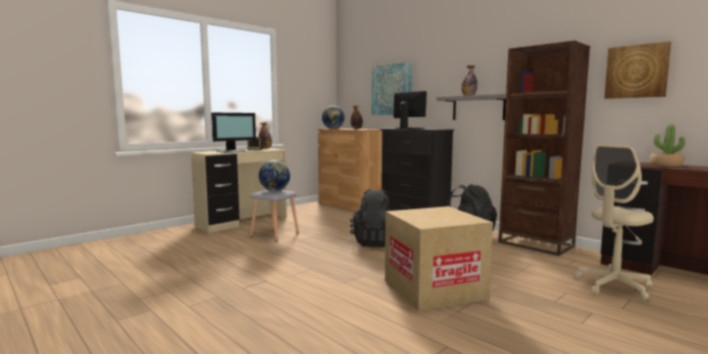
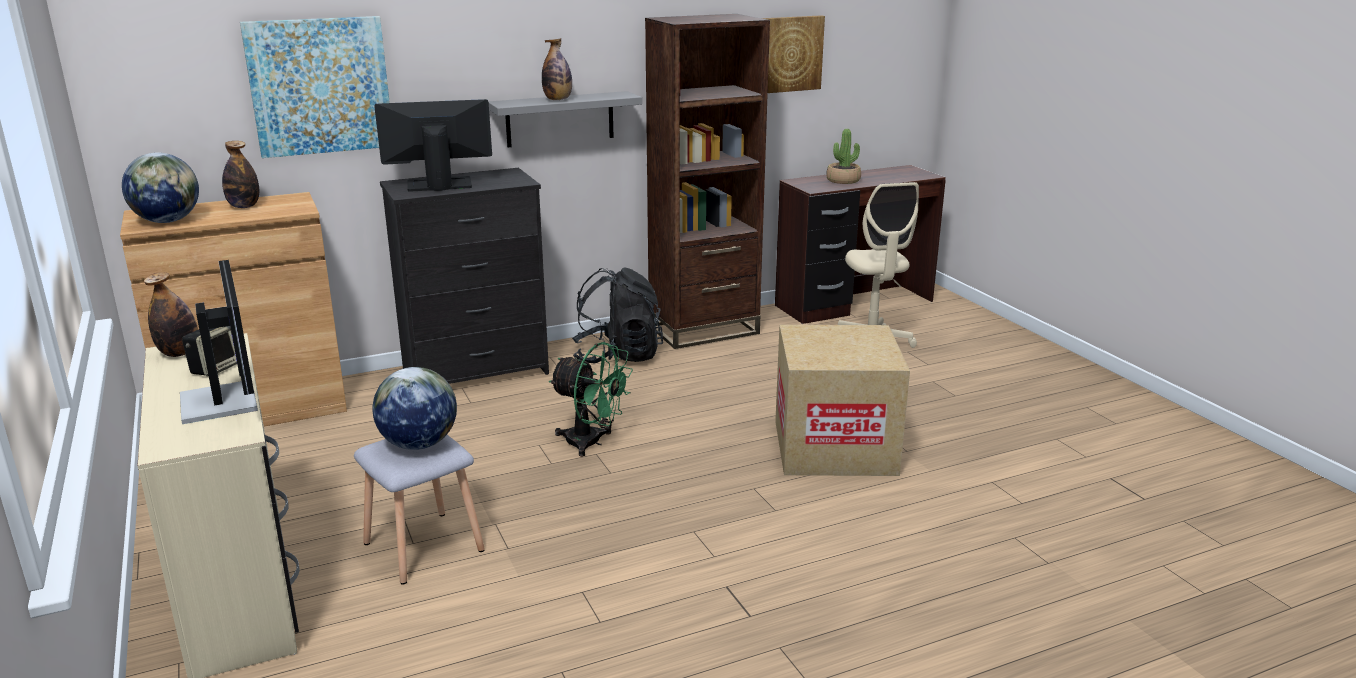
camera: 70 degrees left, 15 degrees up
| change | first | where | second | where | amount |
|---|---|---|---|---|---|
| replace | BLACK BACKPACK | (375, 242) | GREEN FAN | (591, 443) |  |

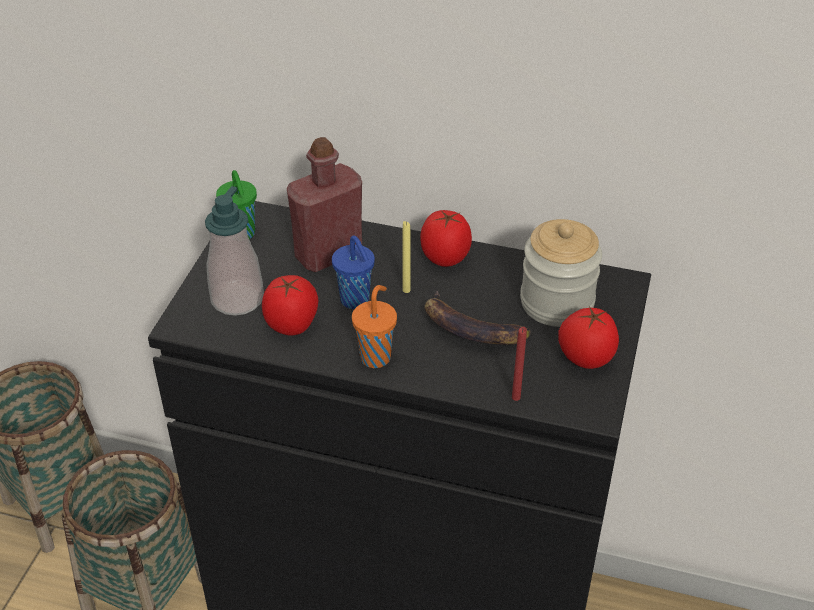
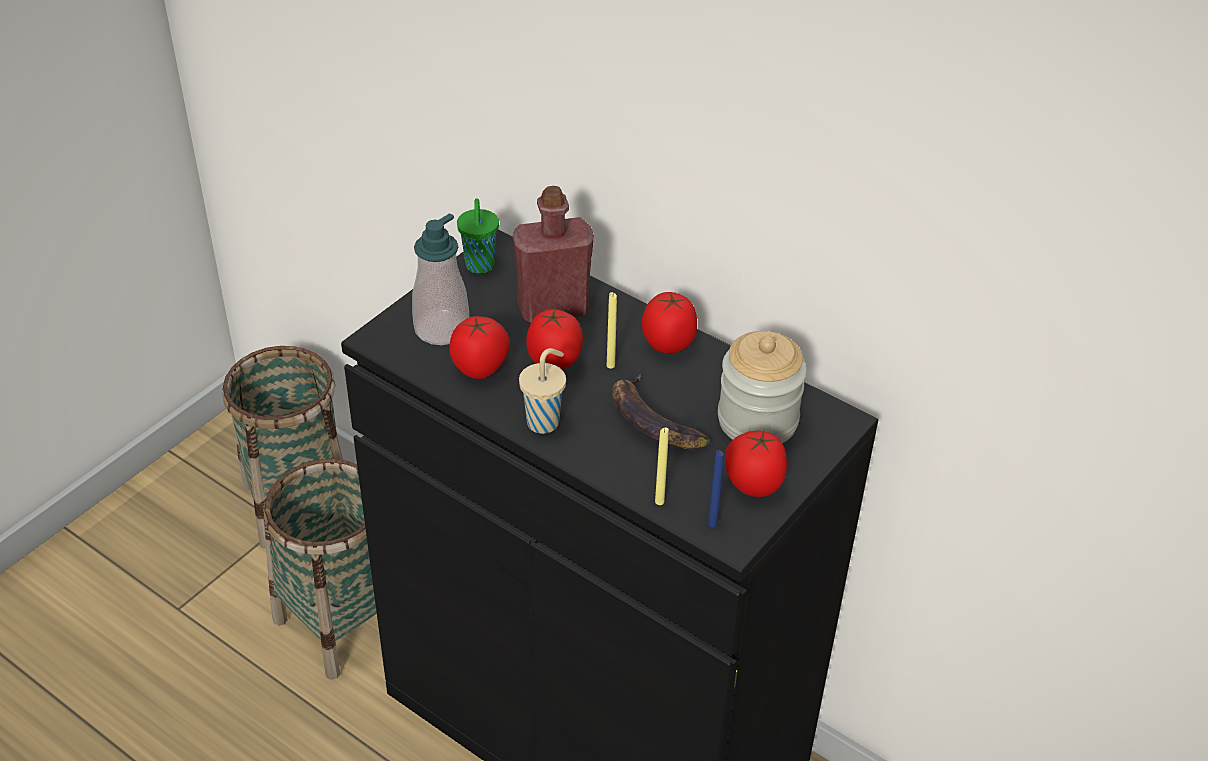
camera: 20 degrees right, 0 degrees up
| change | first | where | second | where | amount |
|---|---|---|---|---|---|
| recolor | ORANGE CUP | (376, 356) | BEIGE CUP | (544, 422) |  |
| replace | BLUE CUP | (356, 301) | TOMATO | (554, 362) |  |
| recolor | RED CANDLE | (516, 397) | YELLOW CANDLE | (659, 501) |  |
| insert |  |  | BLUE CANDLE | (712, 524) |  |

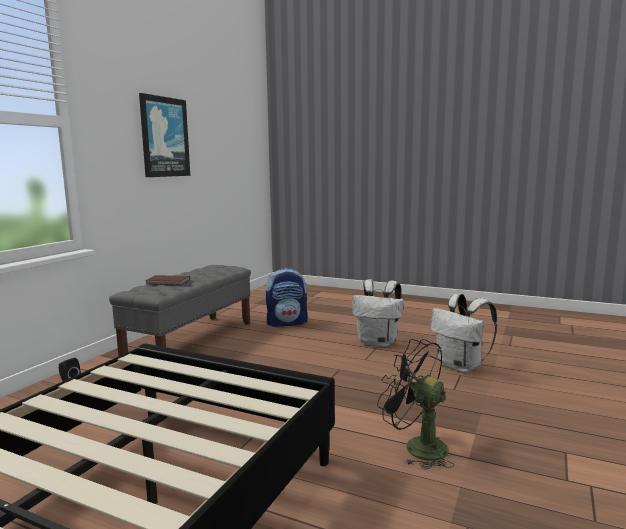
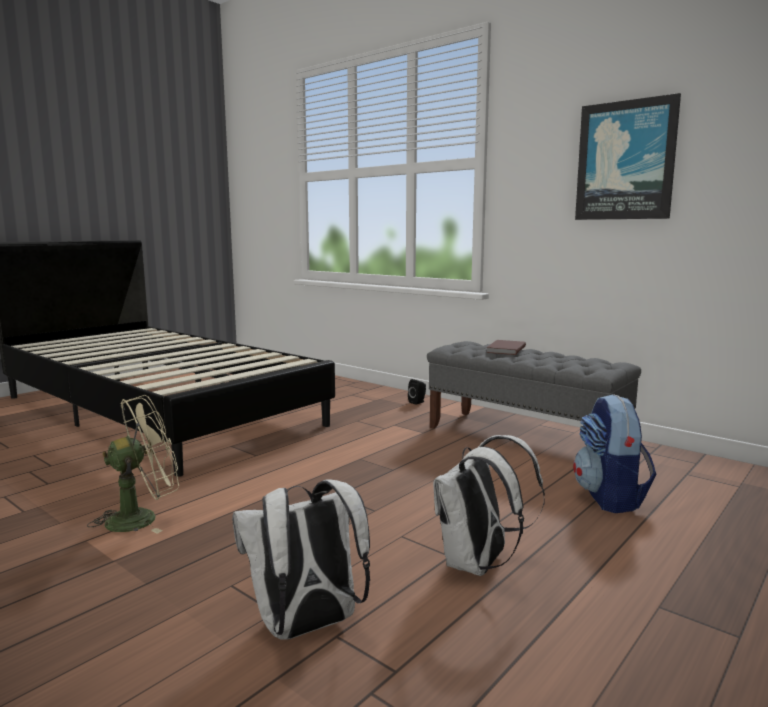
camera: 105 degrees right, 0 degrees up
| change | first | where | second | where | amount |
|---|---|---|---|---|---|
| recolor | BLACK FAN | (417, 446) | BEIGE FAN | (142, 518) |  |

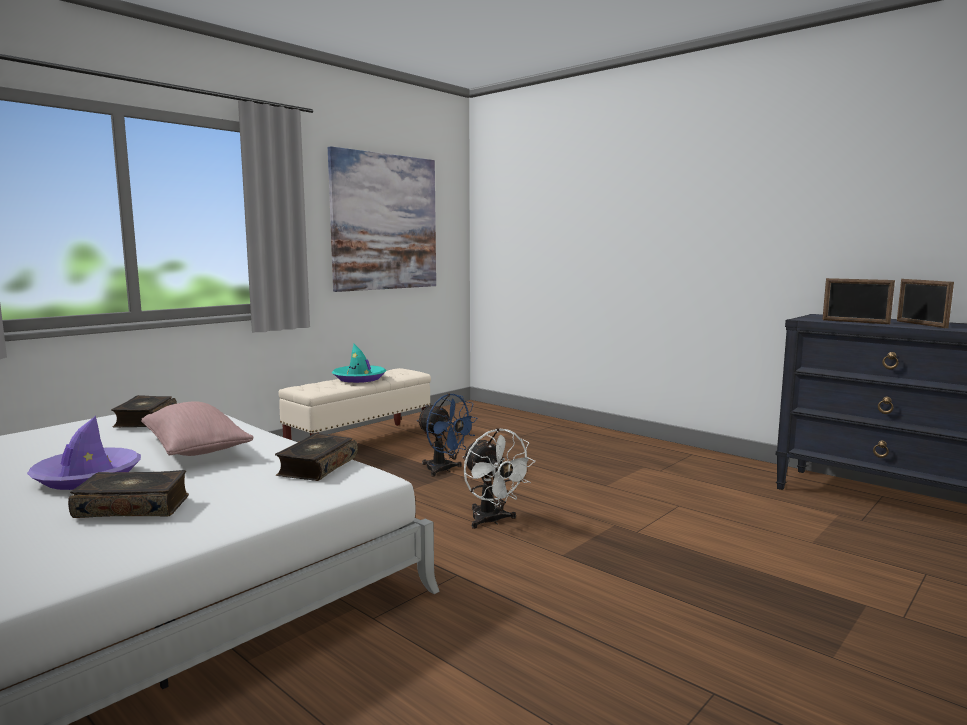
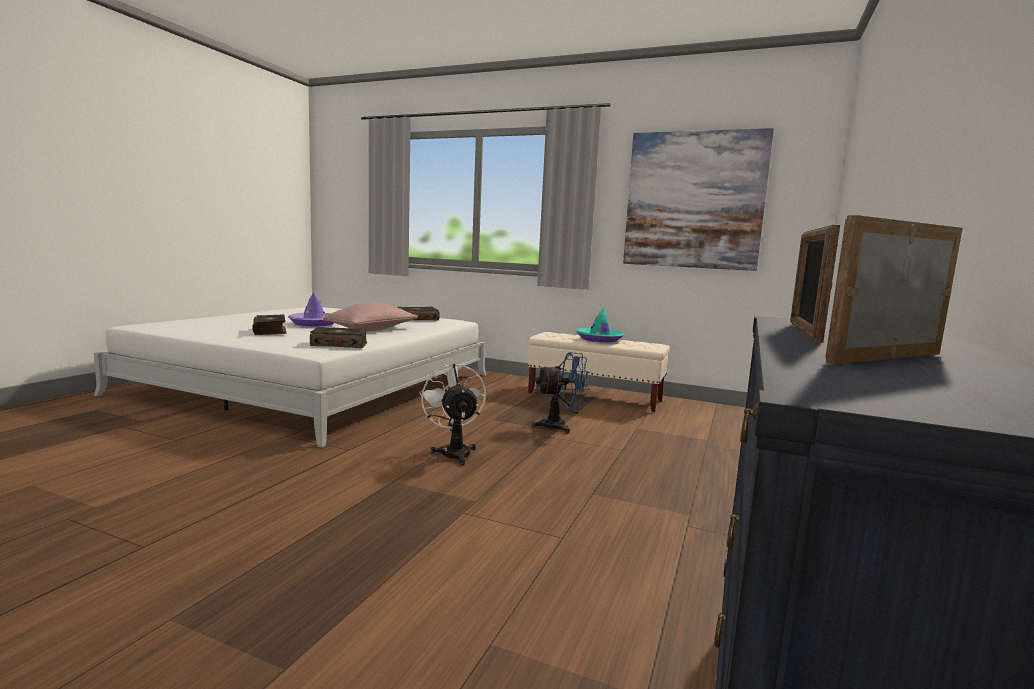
camera: 70 degrees right, 0 degrees up
| change | first | where | second | where | amount |
|---|---|---|---|---|---|
| rotate | WHITE FAN | (492, 521) |  | (454, 452) | 120 degrees clockwise |
| rotate | BLUE FAN | (444, 470) |  | (560, 426) | 120 degrees counterclockwise |

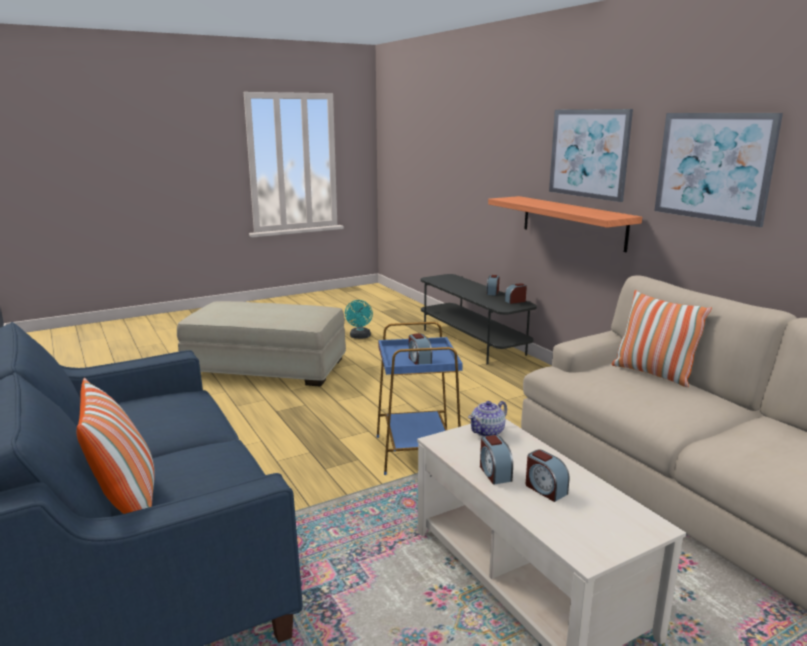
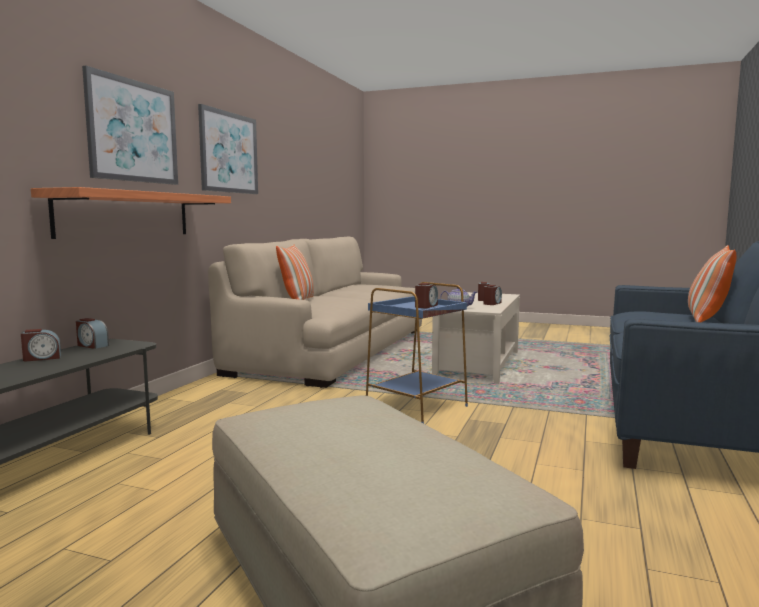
camera: 130 degrees left, 10 degrees down
| change | first | where | second | where | amount |
|---|---|---|---|---|---|
| delete | TURQUOISE FAN | (360, 337) |  |  |  |

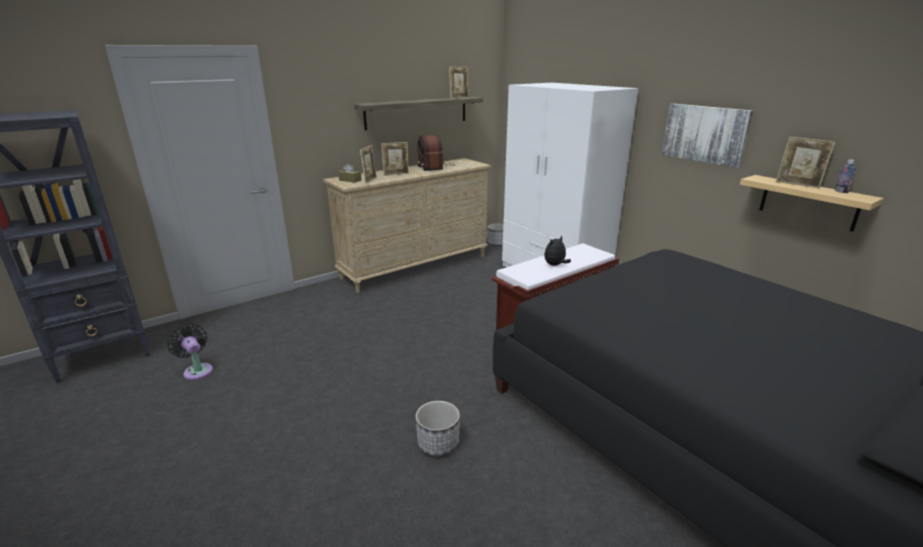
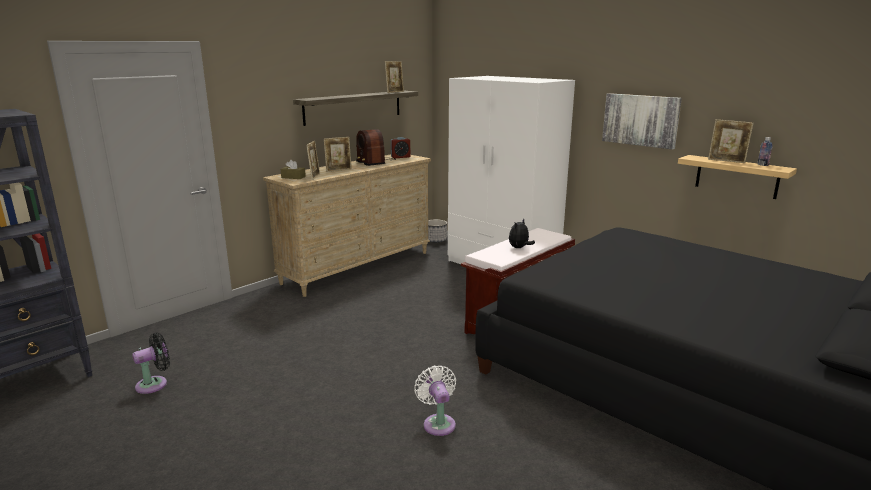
camera: 10 degrees left, 5 degrees down
| change | first | where | second | where | amount |
|---|---|---|---|---|---|
| rotate | BLACK FAN | (197, 370) |  | (155, 384) | 105 degrees clockwise |
| insert |  |  | ALARM CLOCK | (400, 157) |  |
| replace | PLANTER | (438, 443) | WHITE FAN | (438, 423) |  |

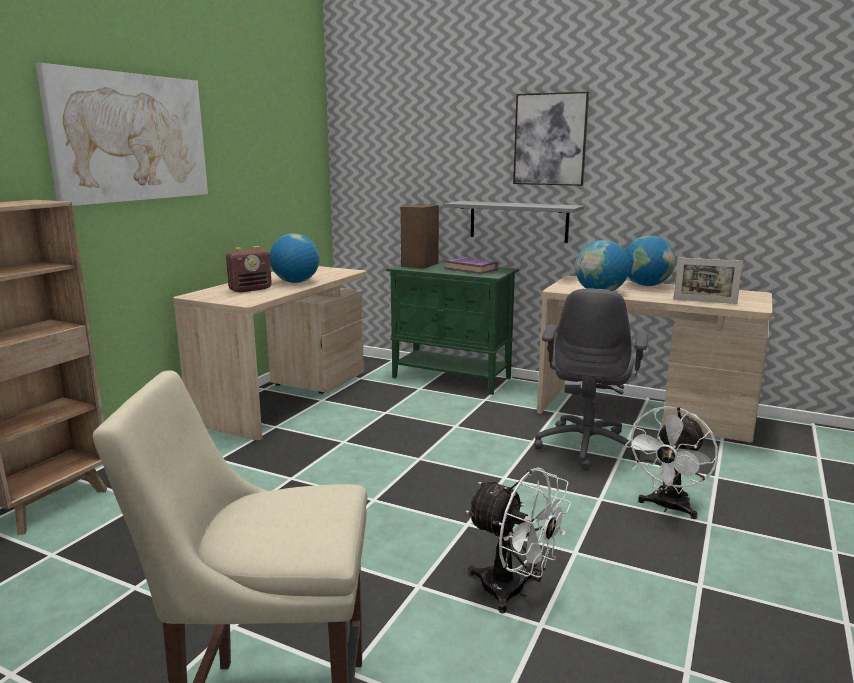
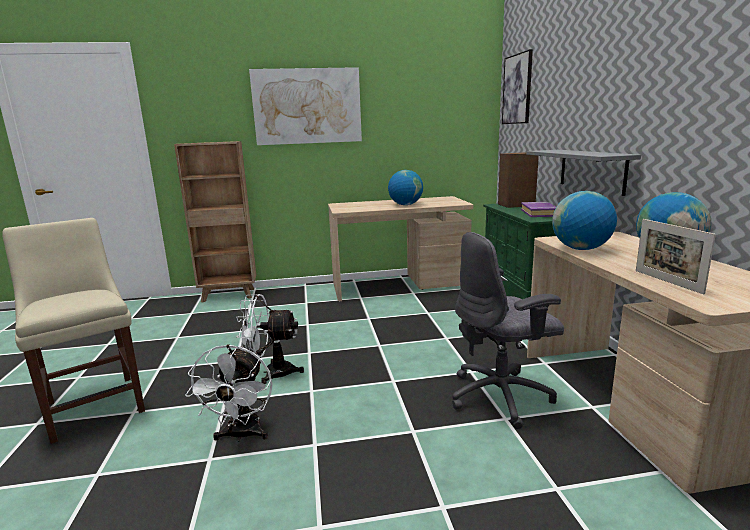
camera: 55 degrees right, 0 degrees up
| change | first | where | second | where | amount |
|---|---|---|---|---|---|
| move | WHITE FAN | (668, 507) |  | (271, 372) |  |
| move | PICTURE | (550, 139) |  | (517, 89) |  |
| delete | RADIO | (250, 289) |  |  |  |

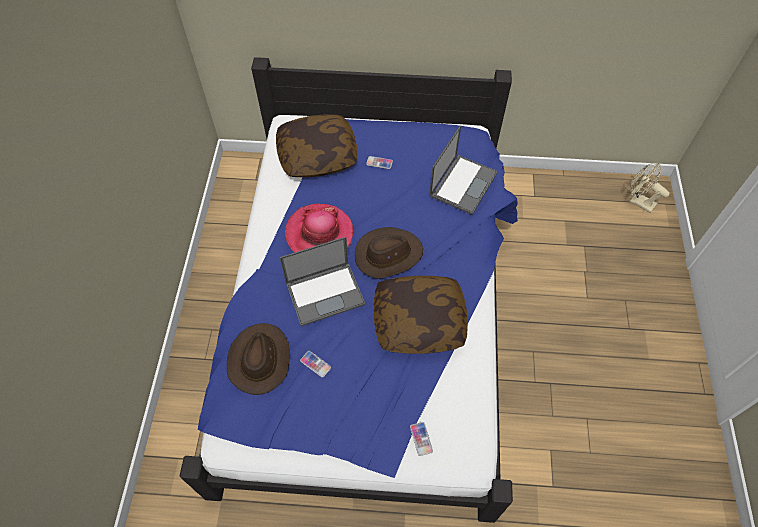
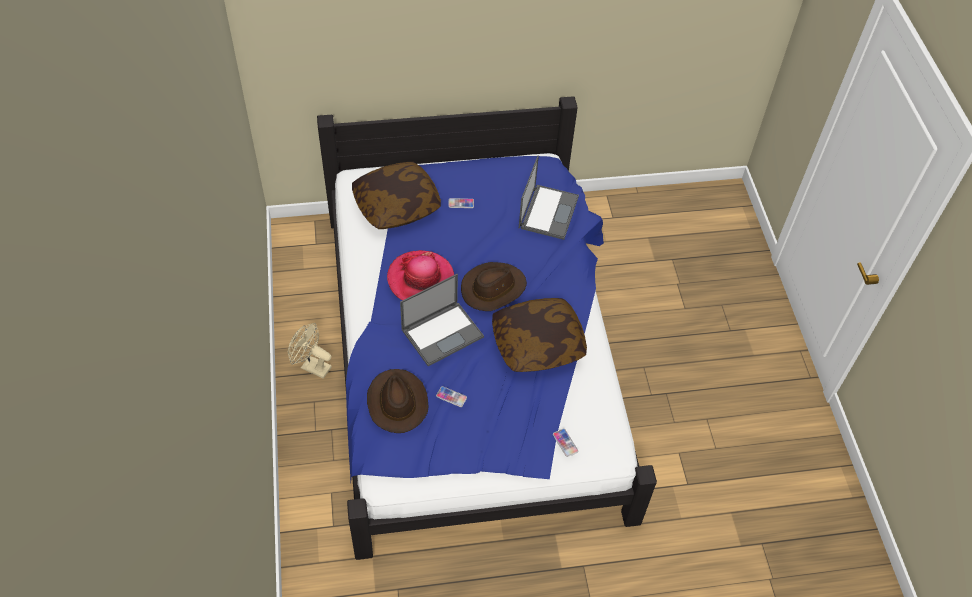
camera: 15 degrees left, 5 degrees down
| change | first | where | second | where | amount |
|---|---|---|---|---|---|
| move | BEIGE FAN | (638, 201) |  | (311, 366) |  |

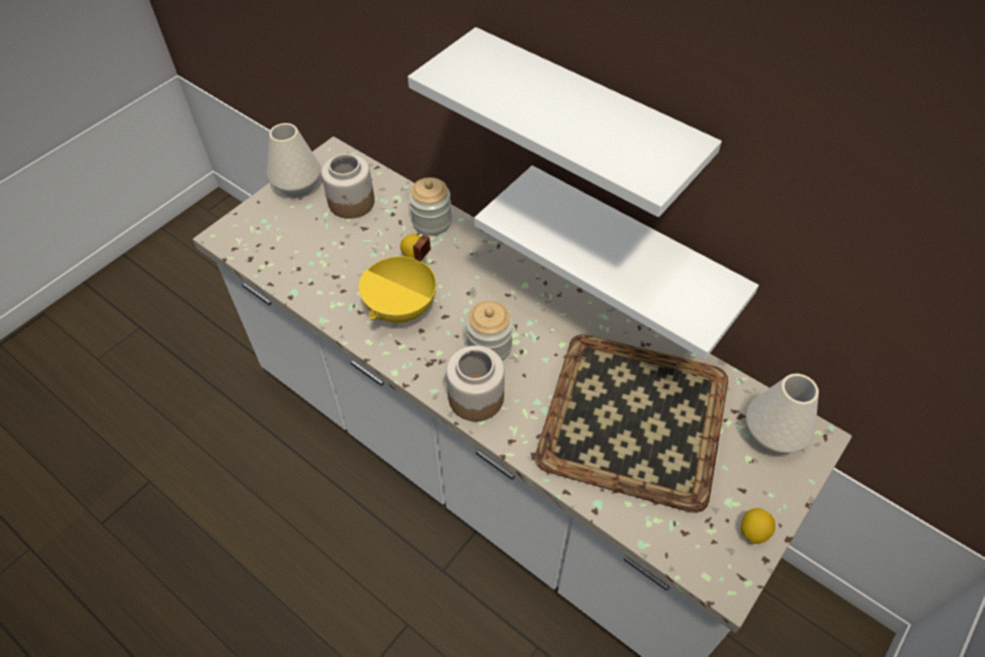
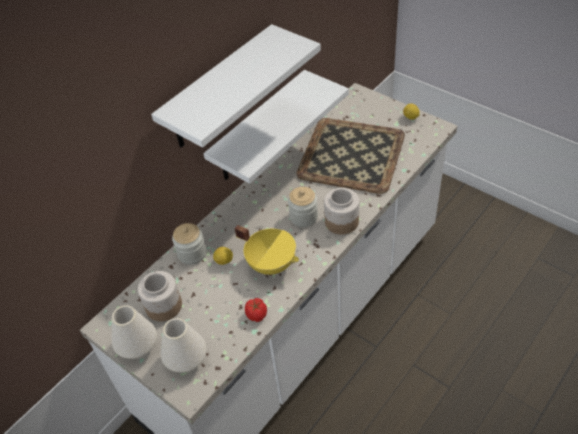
camera: 85 degrees left, 5 degrees down
| change | first | where | second | where | amount |
|---|---|---|---|---|---|
| move | WHITE VASE | (772, 434) |  | (186, 359) |  |
| insert |  |  | TOMATO | (257, 315) |  |

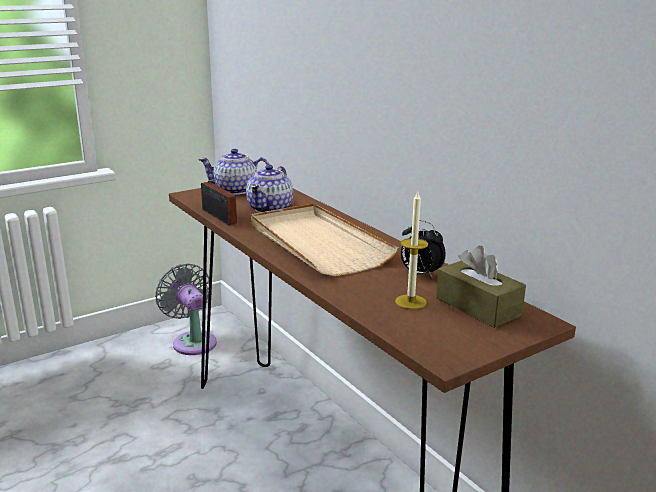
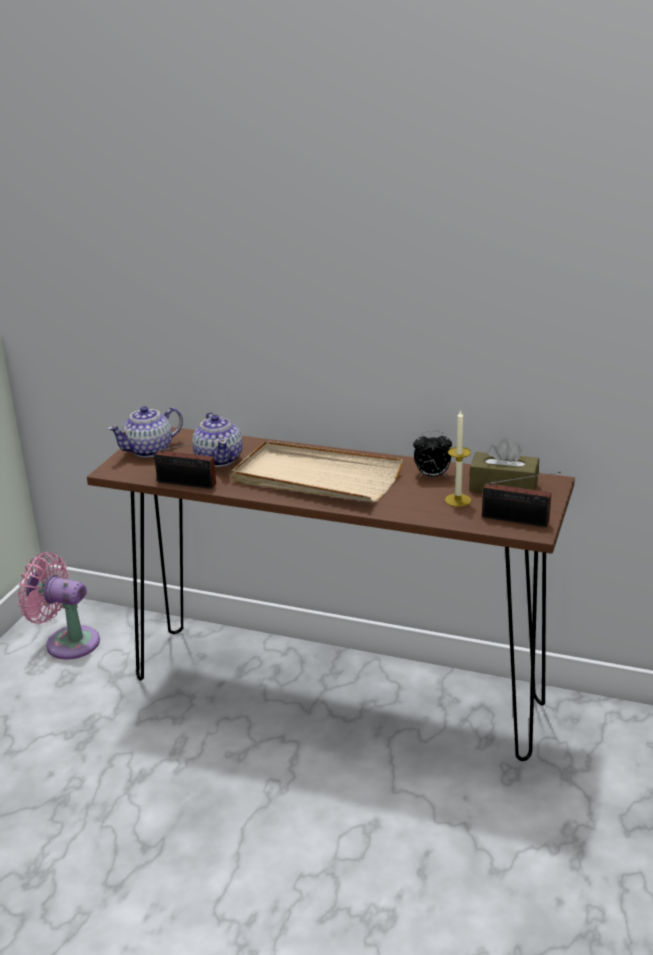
camera: 35 degrees left, 5 degrees up
| change | first | where | second | where | amount |
|---|---|---|---|---|---|
| recolor | GREY FAN | (192, 341) | PINK FAN | (67, 642) |  |
| insert |  |  | RADIO | (519, 520) |  |

